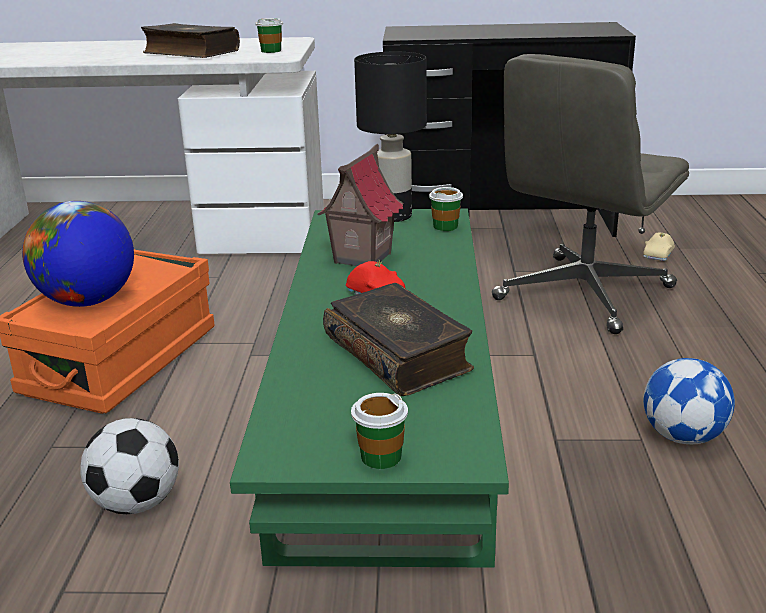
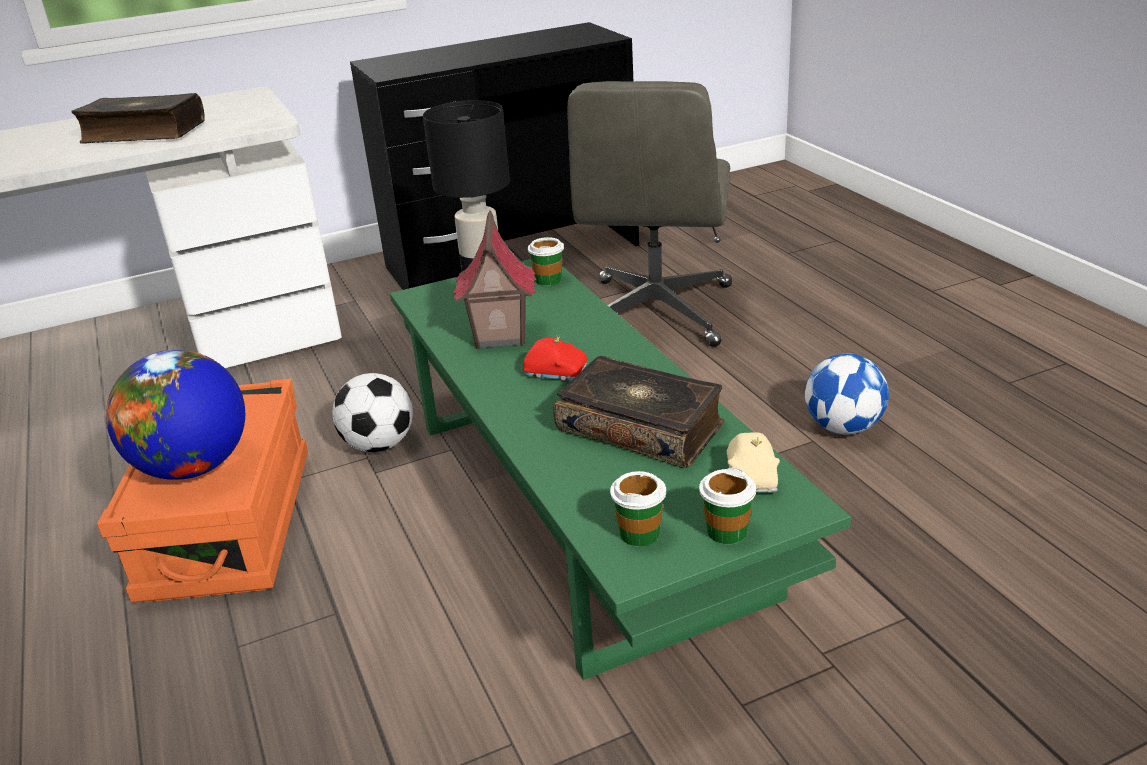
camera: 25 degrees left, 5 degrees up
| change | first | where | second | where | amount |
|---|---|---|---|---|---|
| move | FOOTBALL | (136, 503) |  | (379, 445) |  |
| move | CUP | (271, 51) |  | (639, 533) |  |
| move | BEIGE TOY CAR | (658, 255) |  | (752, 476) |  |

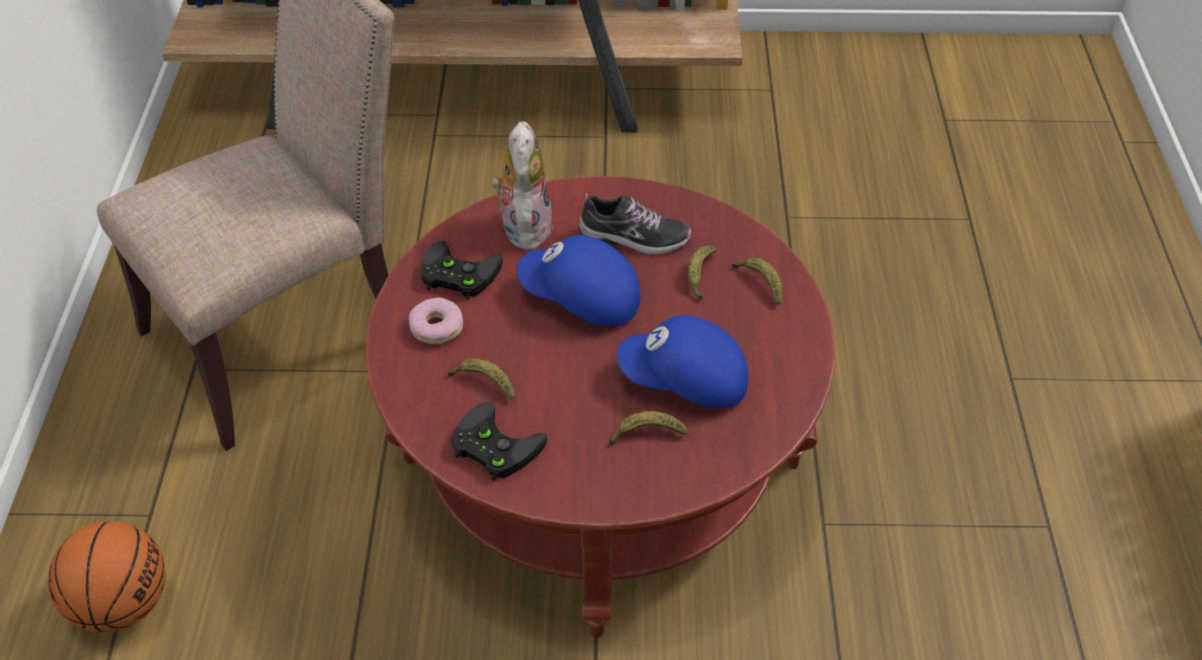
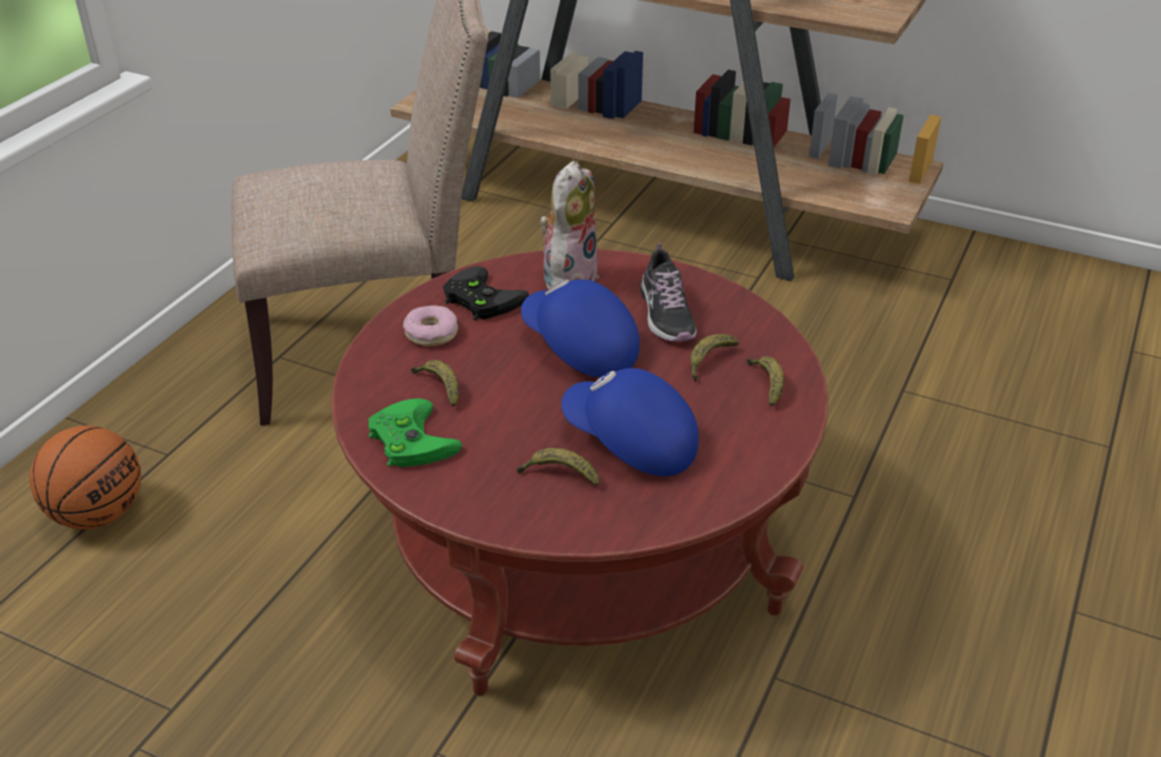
camera: 25 degrees right, 10 degrees down
| change | first | where | second | where | amount |
|---|---|---|---|---|---|
| recolor | BLACK GAME CONTROLLER | (492, 446) | GREEN GAME CONTROLLER | (408, 439) |  |
| rotate | SHOE | (634, 238) |  | (666, 314) | 45 degrees clockwise |

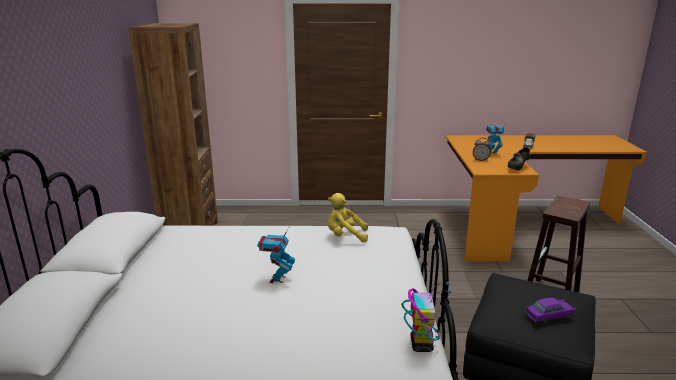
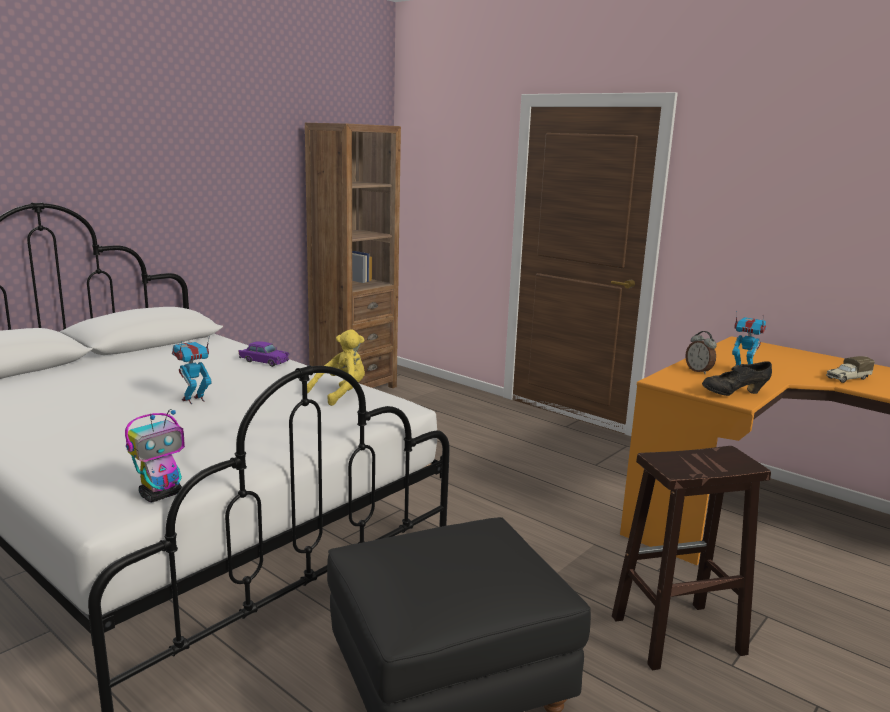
camera: 40 degrees right, 5 degrees down
| change | first | where | second | where | amount |
|---|---|---|---|---|---|
| move | PURPLE TOY CAR | (549, 316) |  | (264, 361) |  |
| rotate | YELLOW PLUSH TOY | (345, 236) |  | (341, 393) | 90 degrees clockwise |

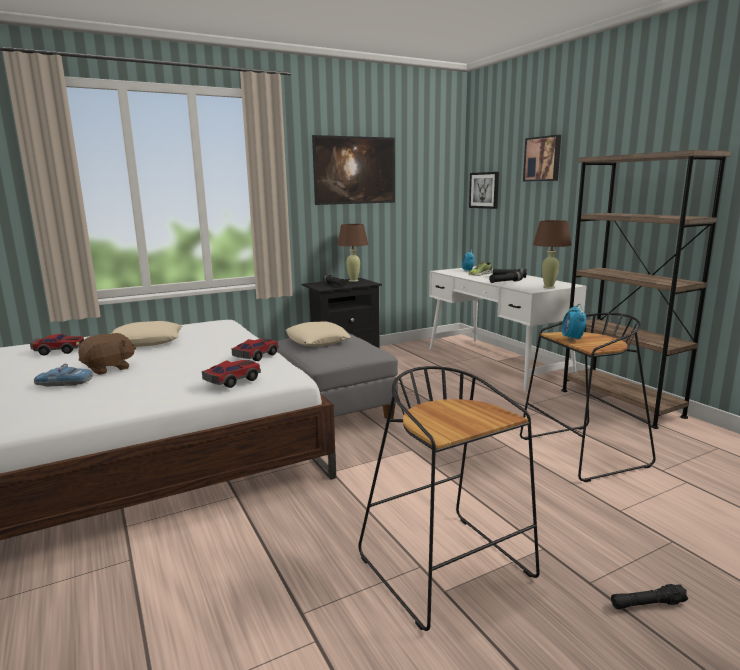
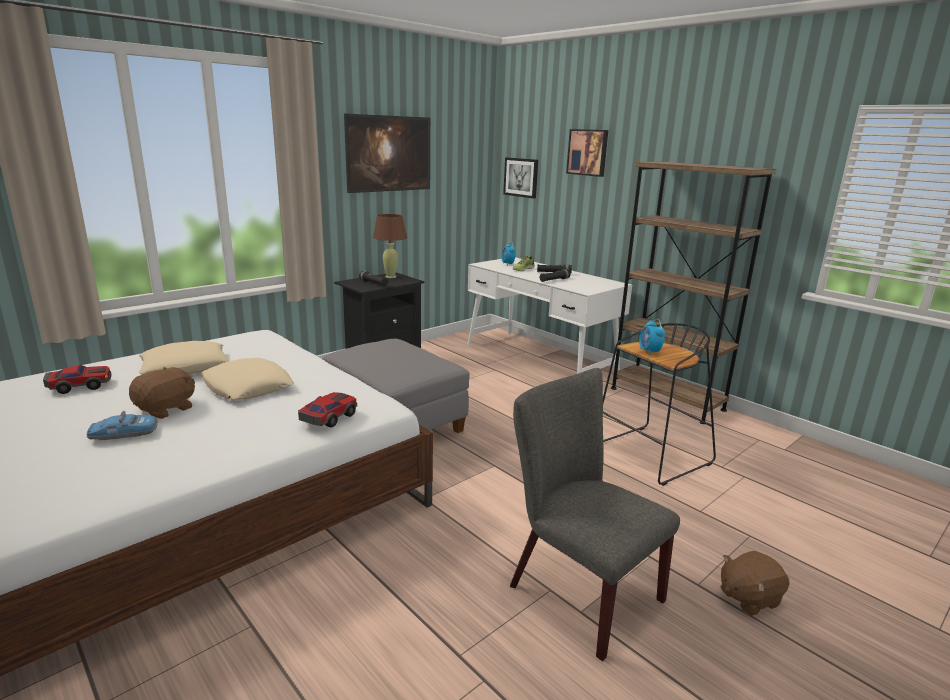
camera: 15 degrees left, 5 degrees up
| change | first | where | second | where | amount |
|---|---|---|---|---|---|
| move | BEIGE PILLOW | (317, 340) |  | (248, 387) |  |
| replace | BLACK STOOL | (448, 569) | GREY CHAIR | (576, 589) |  |
| replace | BLACK FLASHLIGHT | (647, 604) | BROWN PLUSH TOY | (748, 597) |  |
| delete | TOY CAR | (255, 356) |  |  |  |
| delete | BROWN TABLE LAMP | (549, 287) |  |  |  |

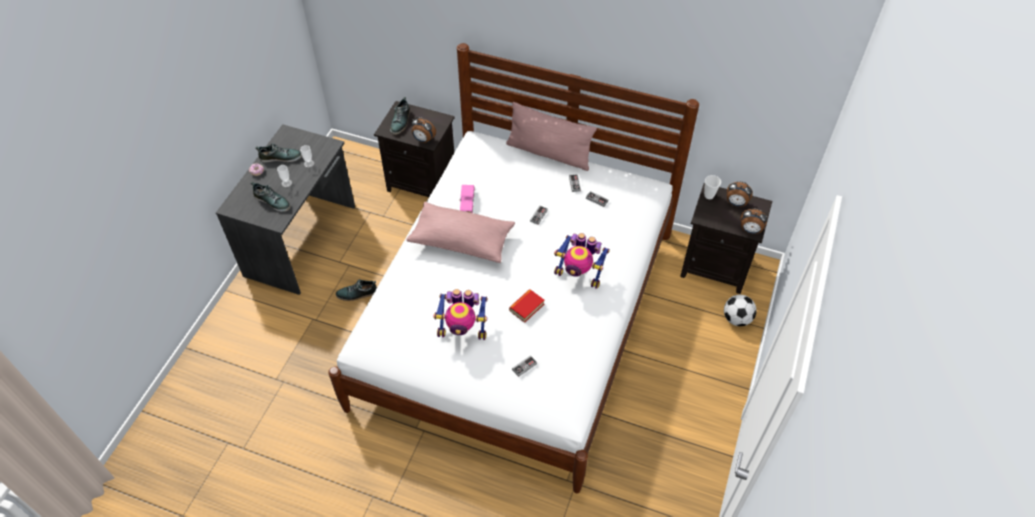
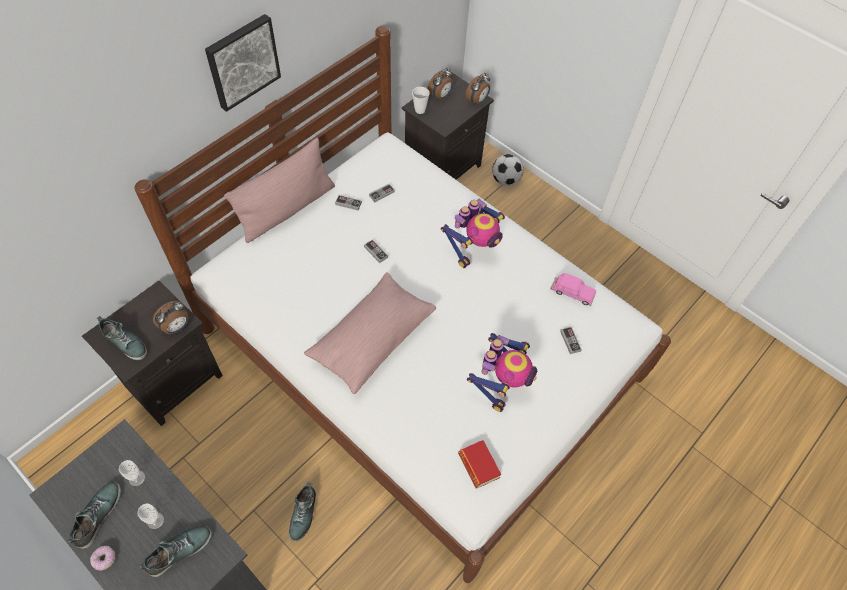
camera: 70 degrees left, 5 degrees up
| change | first | where | second | where | amount |
|---|---|---|---|---|---|
| insert |  |  | PICTURE | (242, 61) |  |
| move | BOOK | (526, 307) |  | (478, 465) |  |
| move | PINK TOY CAR | (467, 203) |  | (572, 293) |  |

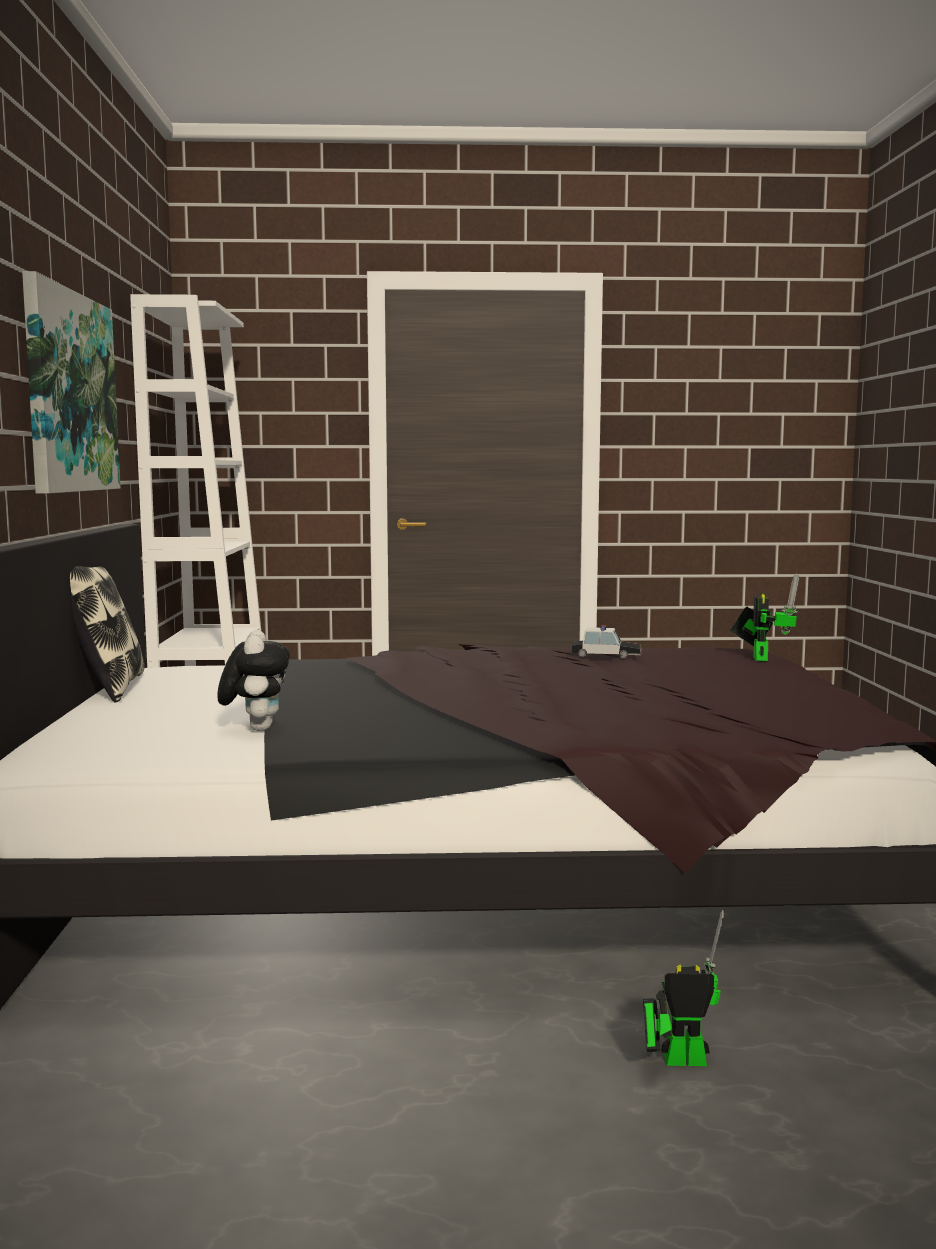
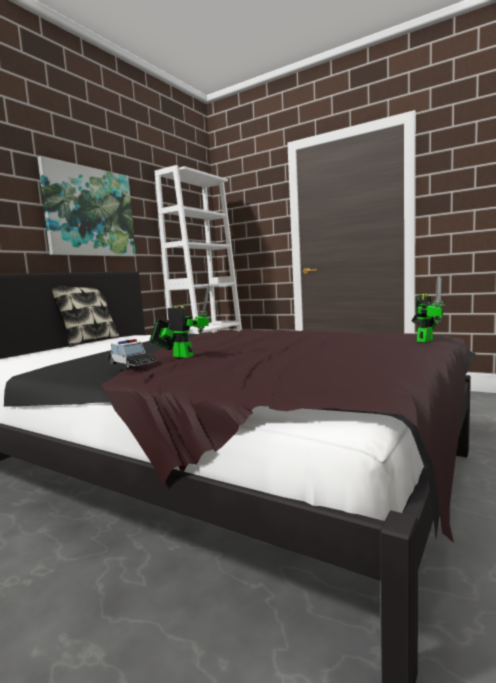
camera: 35 degrees right, 0 degrees up
| change | first | where | second | where | amount |
|---|---|---|---|---|---|
| move | TOY CAR | (606, 655) |  | (131, 364) |  |
| move | TOY ROBOT | (677, 1060) |  | (180, 356) |  |
| delete | PLUSH TOY | (256, 728) |  |  |  |

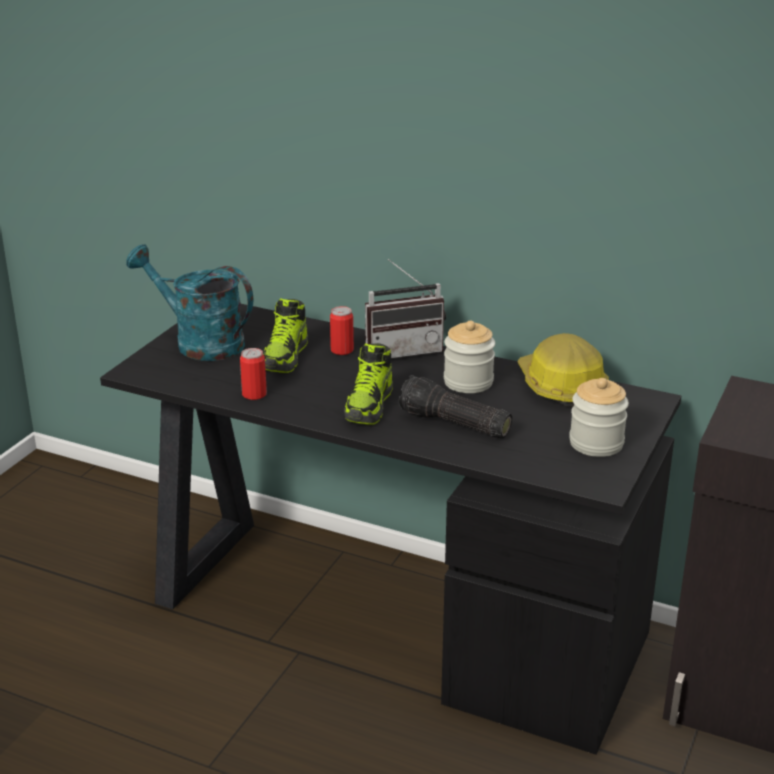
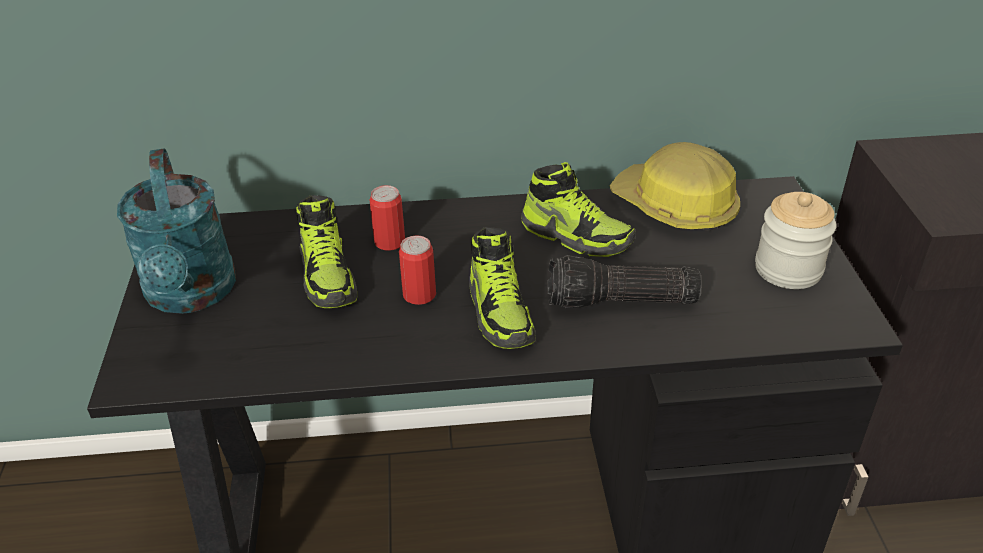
camera: 30 degrees left, 10 degrees up
| change | first | where | second | where | amount |
|---|---|---|---|---|---|
| rotate | TURQUOISE WATERING CAN | (199, 342) |  | (191, 295) | 105 degrees counterclockwise |
| move | CAN | (254, 394) |  | (419, 295) |  |
| replace | JAR | (468, 382) | SHOE | (576, 236) |  |
| delete | RADIO | (402, 350) |  |  |  |

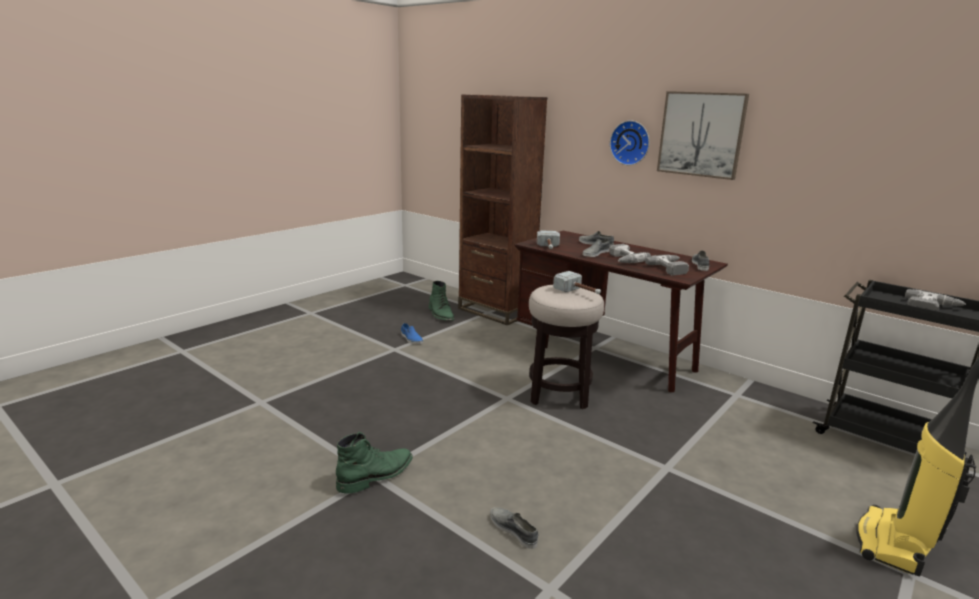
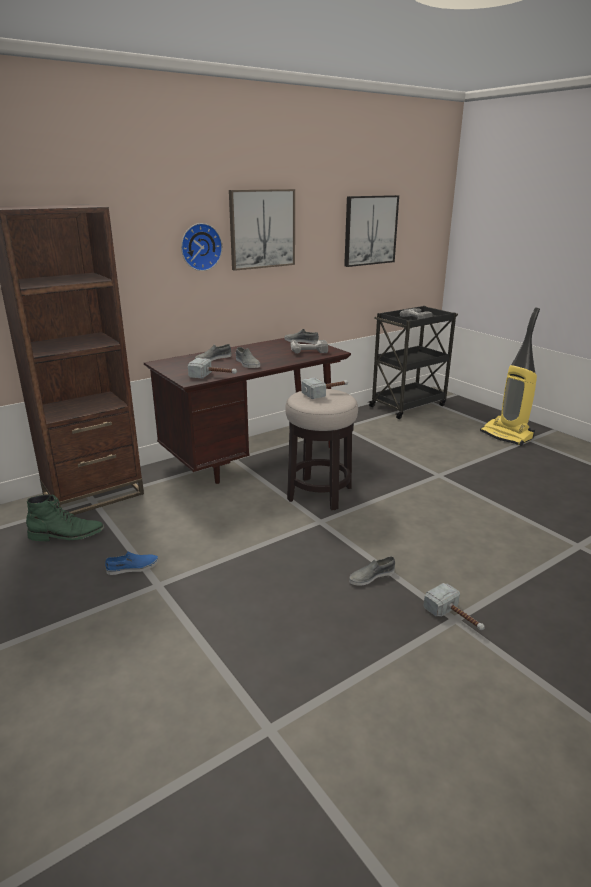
camera: 75 degrees left, 5 degrees up
| change | first | where | second | where | amount |
|---|---|---|---|---|---|
| insert |  |  | PICTURE | (370, 230) |  |
| move | GREY SHOE | (513, 530) |  | (371, 576) |  |
| replace | GREEN BOOT | (376, 475) | HAMMER | (455, 617) |  |
| delete | POWER DRILL | (623, 259) |  |  |  |

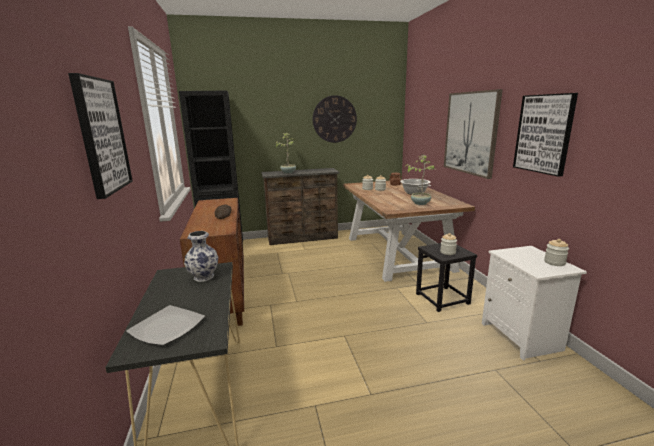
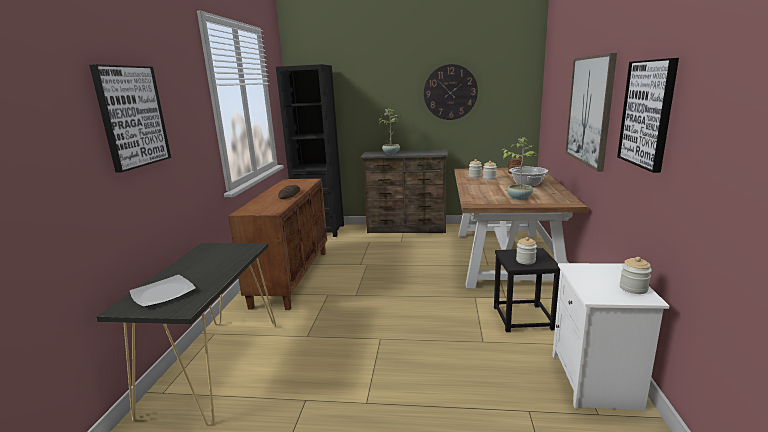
camera: 20 degrees right, 0 degrees up
| change | first | where | second | where | amount |
|---|---|---|---|---|---|
| delete | VASE | (204, 277) |  |  |  |

